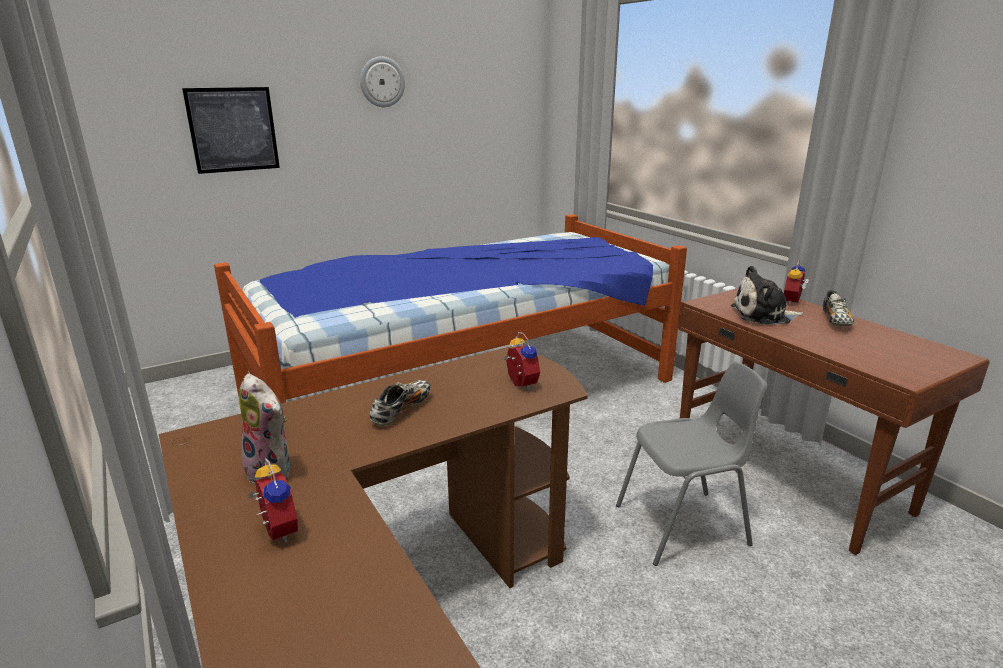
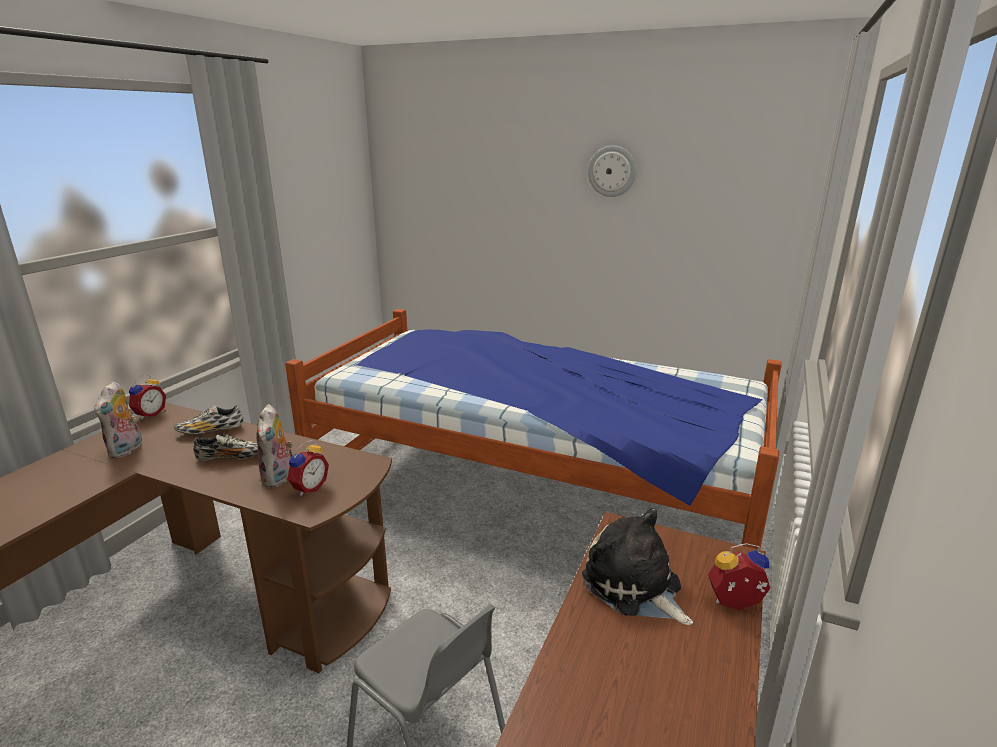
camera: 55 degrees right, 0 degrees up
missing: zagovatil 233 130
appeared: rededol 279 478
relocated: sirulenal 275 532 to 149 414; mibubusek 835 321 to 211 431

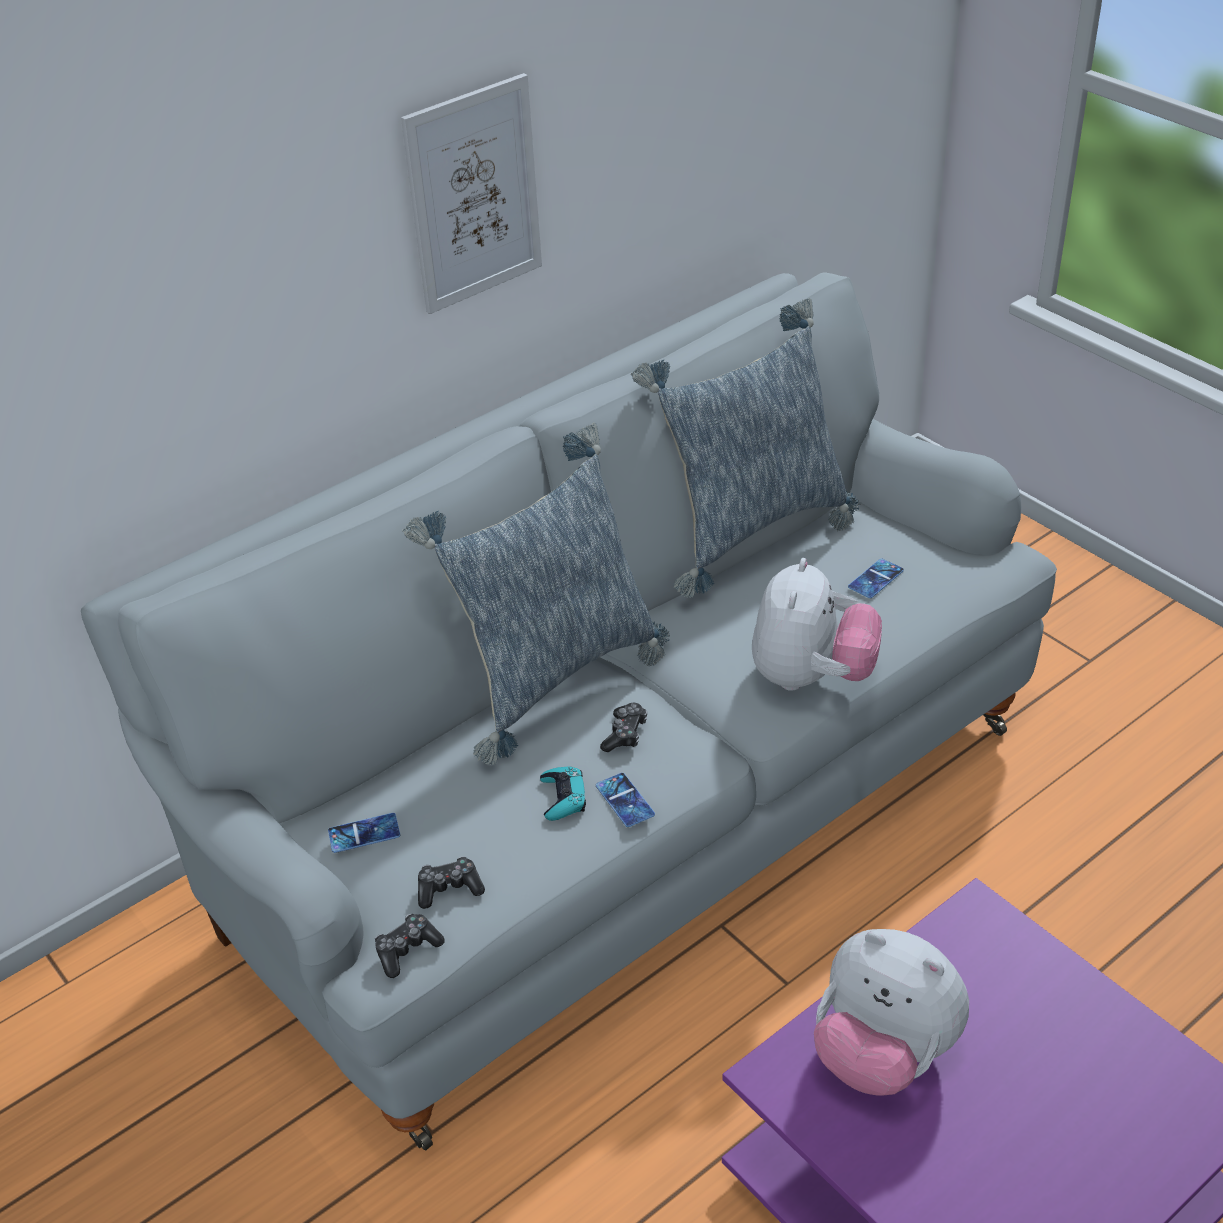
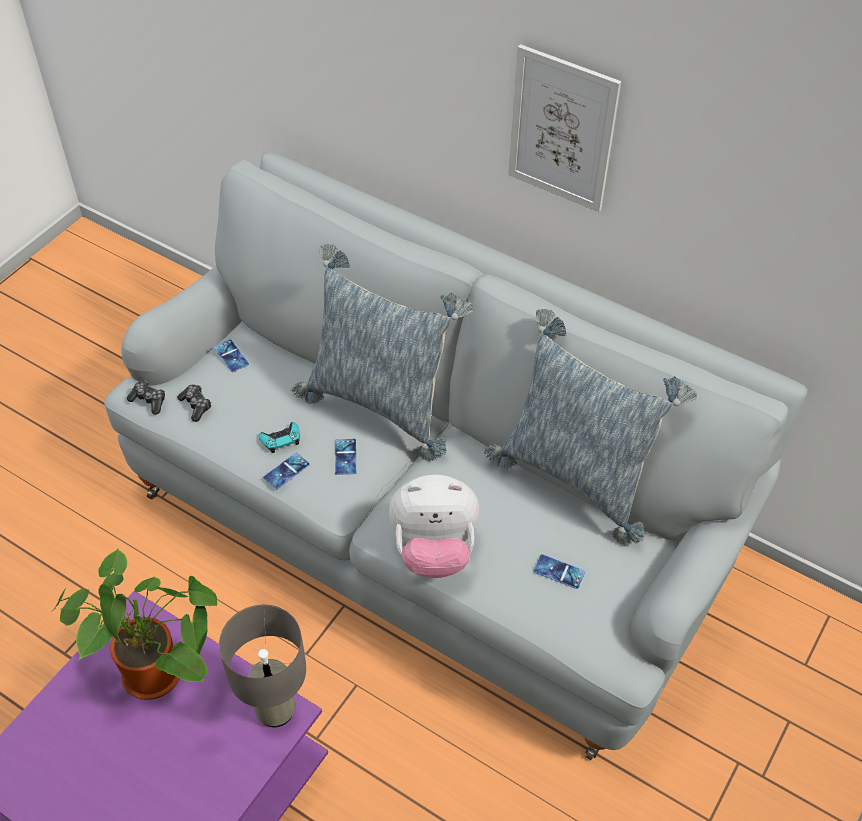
camera: 70 degrees right, 10 degrees up
appeared: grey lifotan 275 709
exchanged: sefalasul 625 734 to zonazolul 345 457; rededol 883 1054 to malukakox 160 673

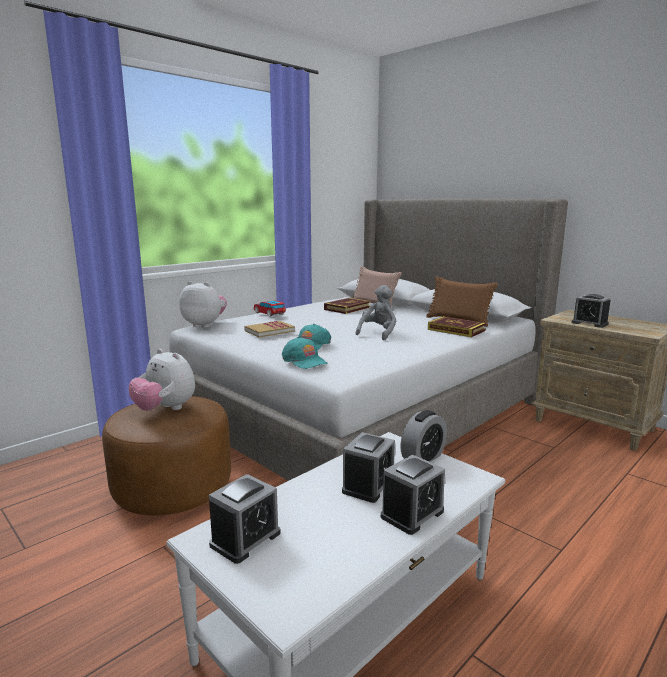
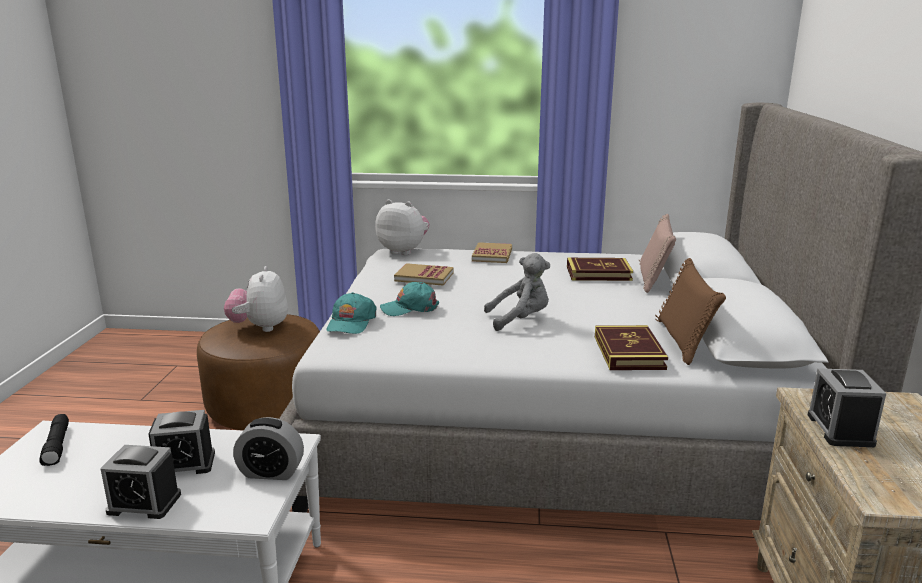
camera: 50 degrees right, 5 degrees up
exchanged: sirulenal 245 539 to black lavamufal 58 446; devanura 269 314 to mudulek 492 255
spun: rededol 205 325 = 404 251 45 degrees counterclockwise

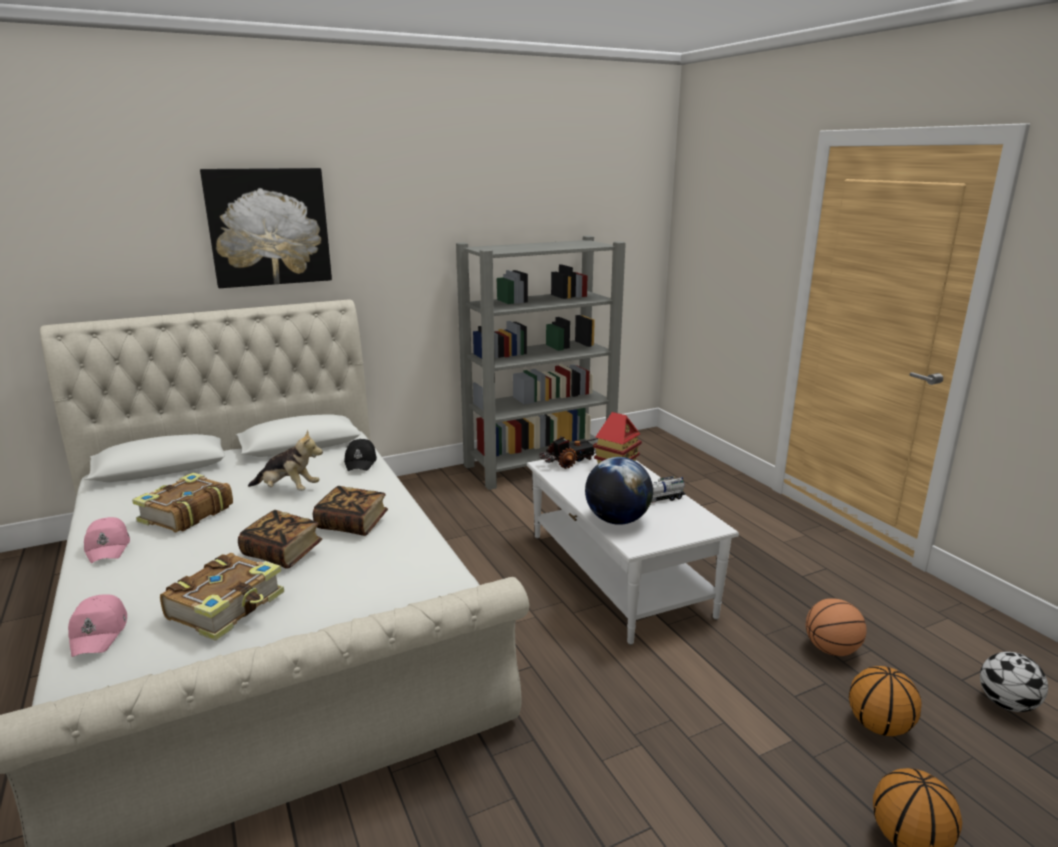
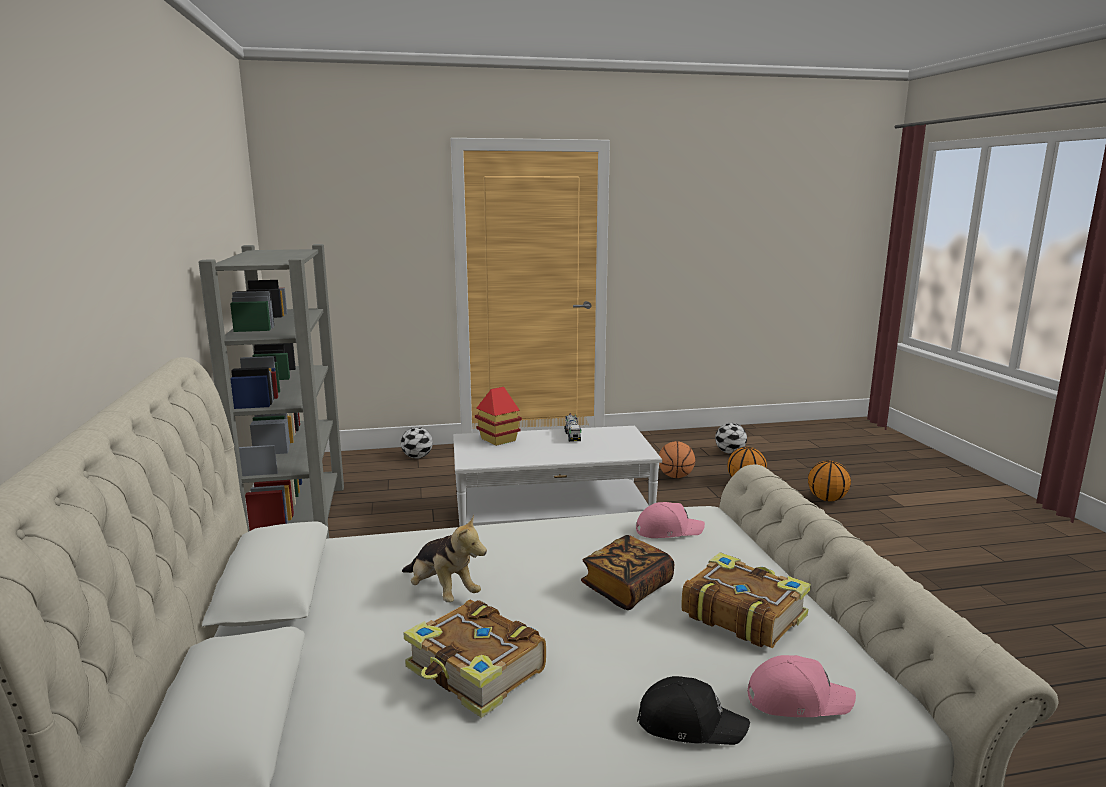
camera: 75 degrees left, 5 degrees down
missing: zagovatil 268 227; mudulek 352 524; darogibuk 569 462; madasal 617 520
appeared: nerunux 417 457
relocated: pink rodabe 109 547 to 668 530; black rodabe 361 462 to 689 723
spun: rededol 288 490 = 442 592 105 degrees clockwise

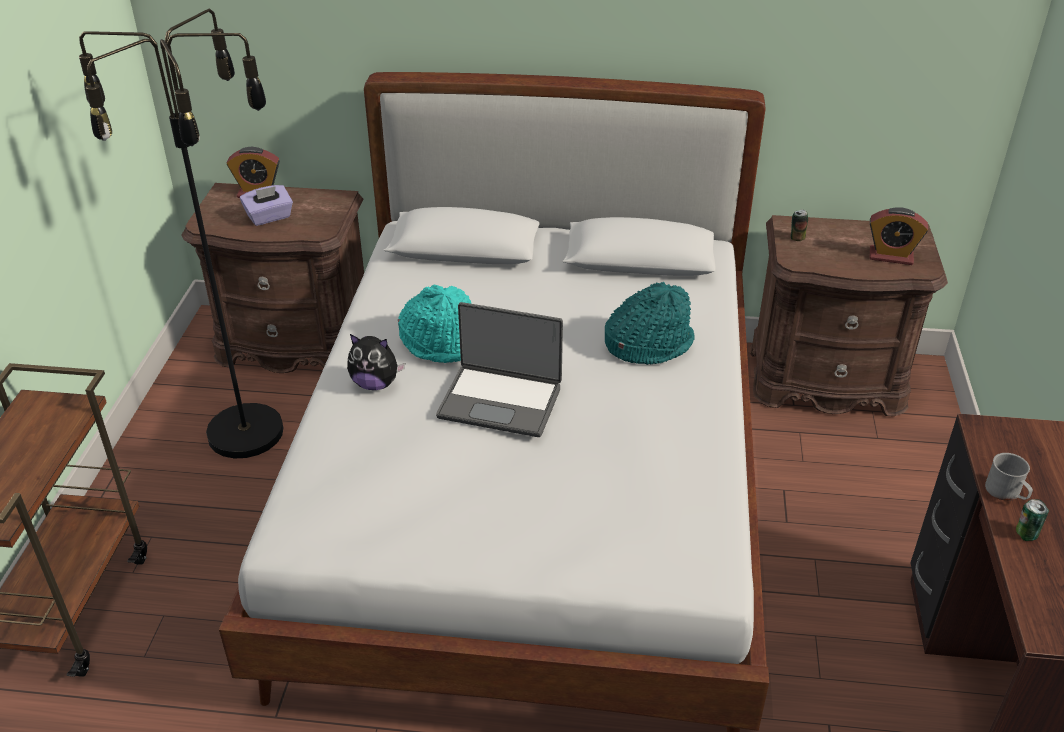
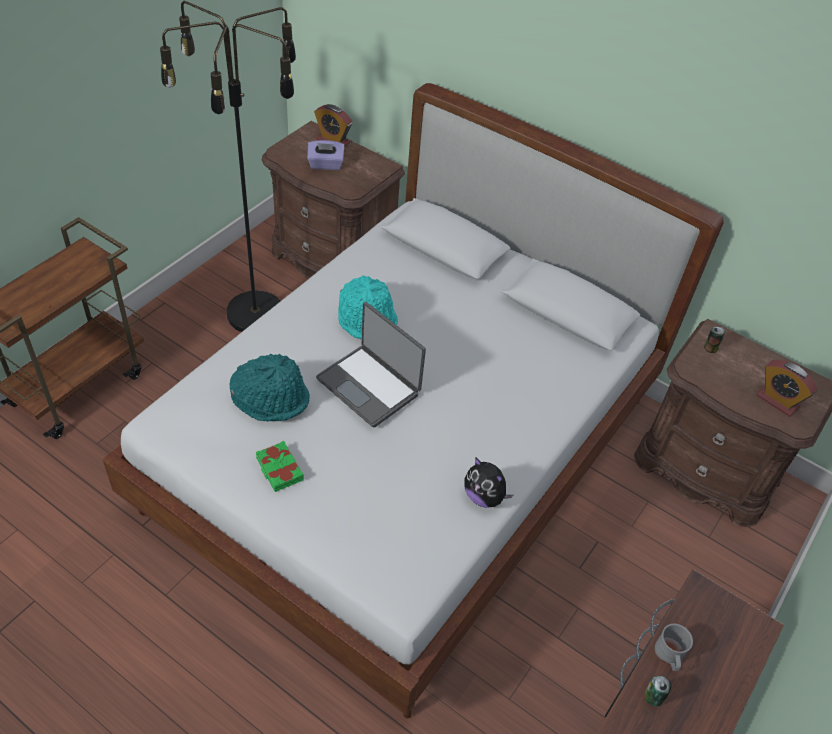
camera: 25 degrees right, 10 degrees up
appeared: green mudulek 279 469
relocated: rededol 375 384 to 484 497; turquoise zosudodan 648 343 to 271 398

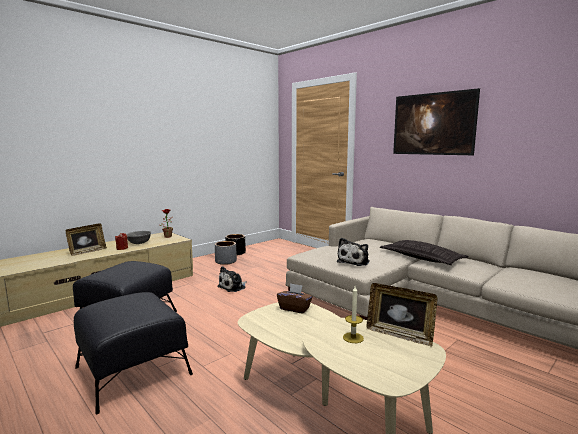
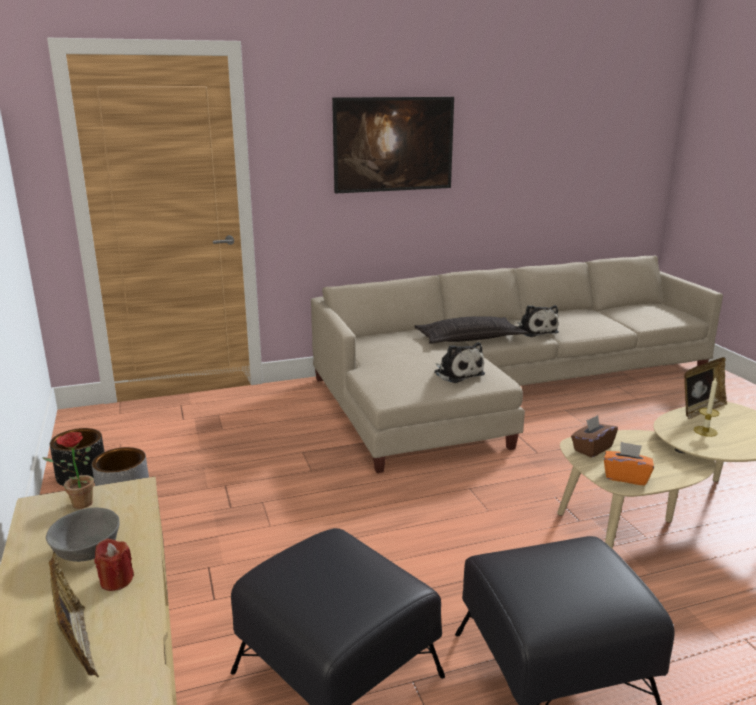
camera: 65 degrees left, 10 degrees up
appeared: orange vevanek 626 477
relocated: rededol 233 287 to 535 330

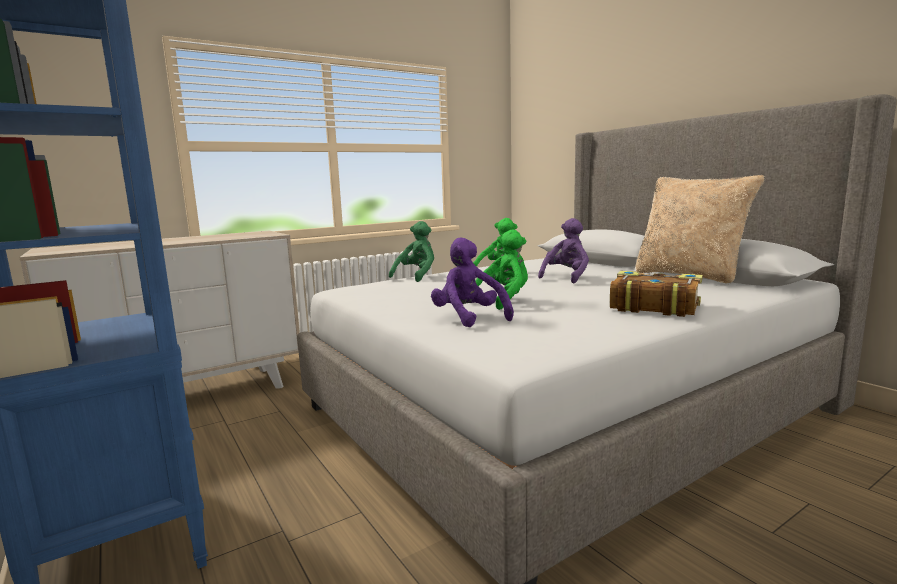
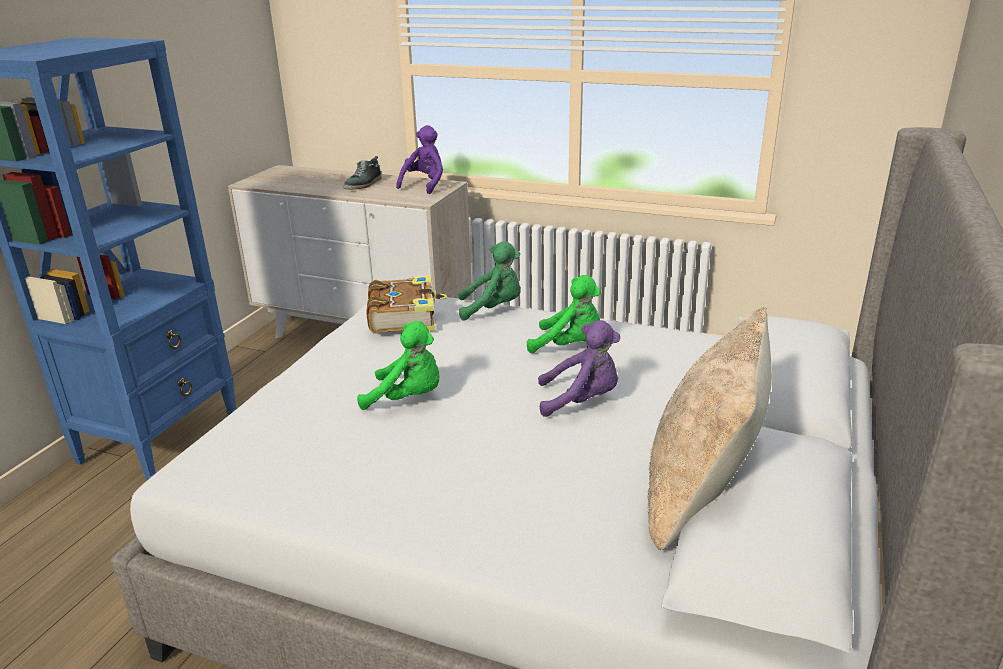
camera: 55 degrees right, 15 degrees up
appeared: mibubusek 364 184
relocated: purple rededol 469 318 to 425 185; mudulek 653 306 to 404 317

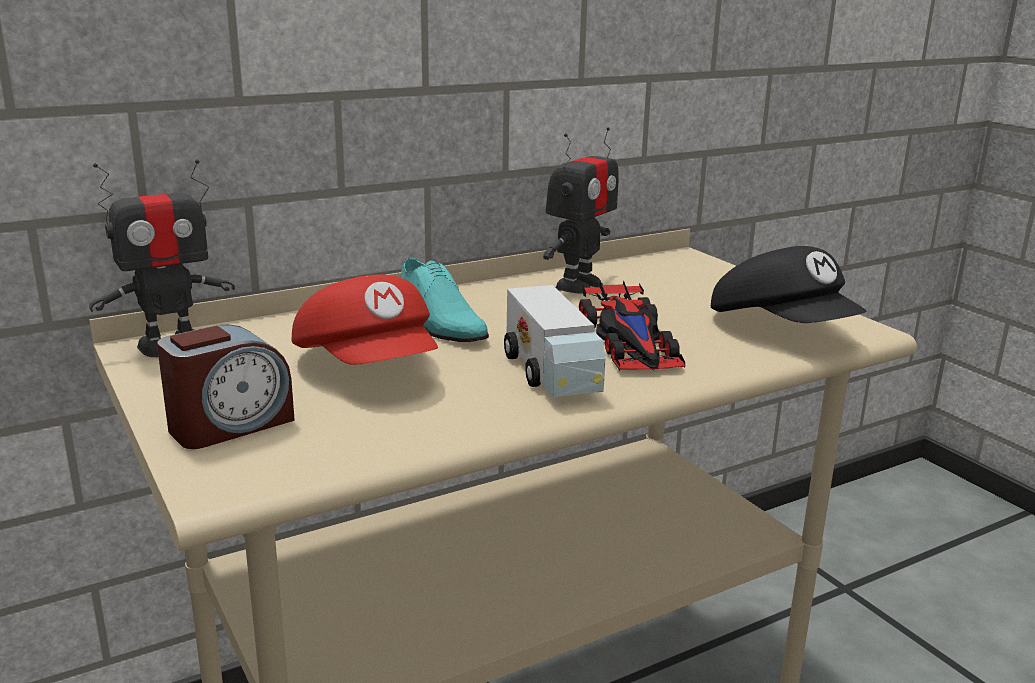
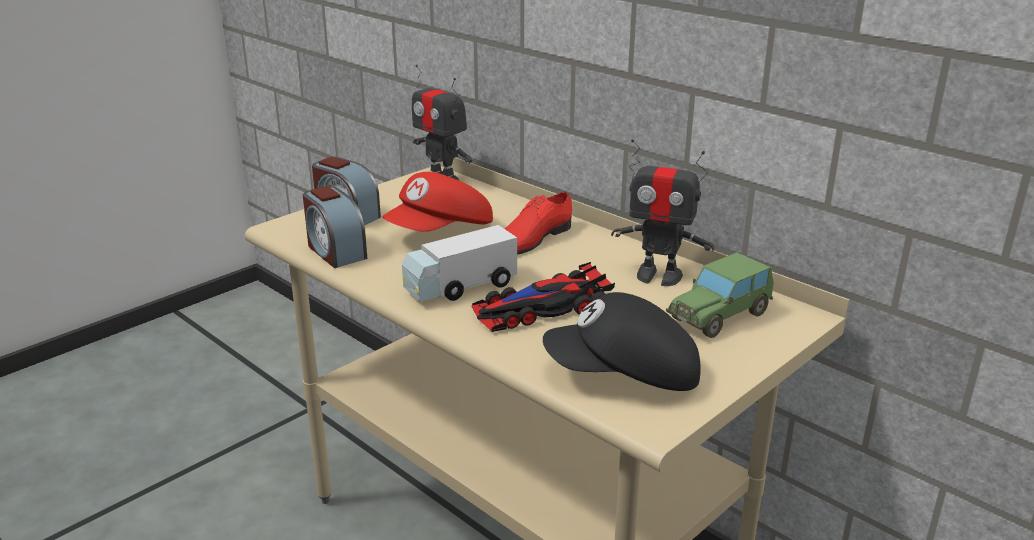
camera: 75 degrees right, 5 degrees up
appeared: sirulenal 335 251; devanura 720 316
colour: turquoise mibubusek 438 322 to red mibubusek 530 239
spun: black rodabe 783 328 = 624 376 45 degrees clockwise

